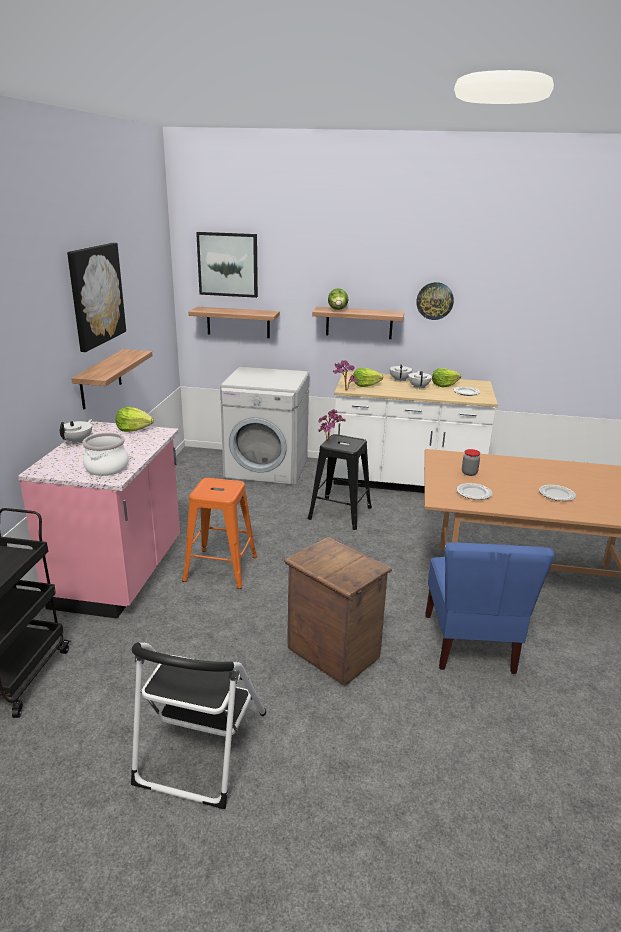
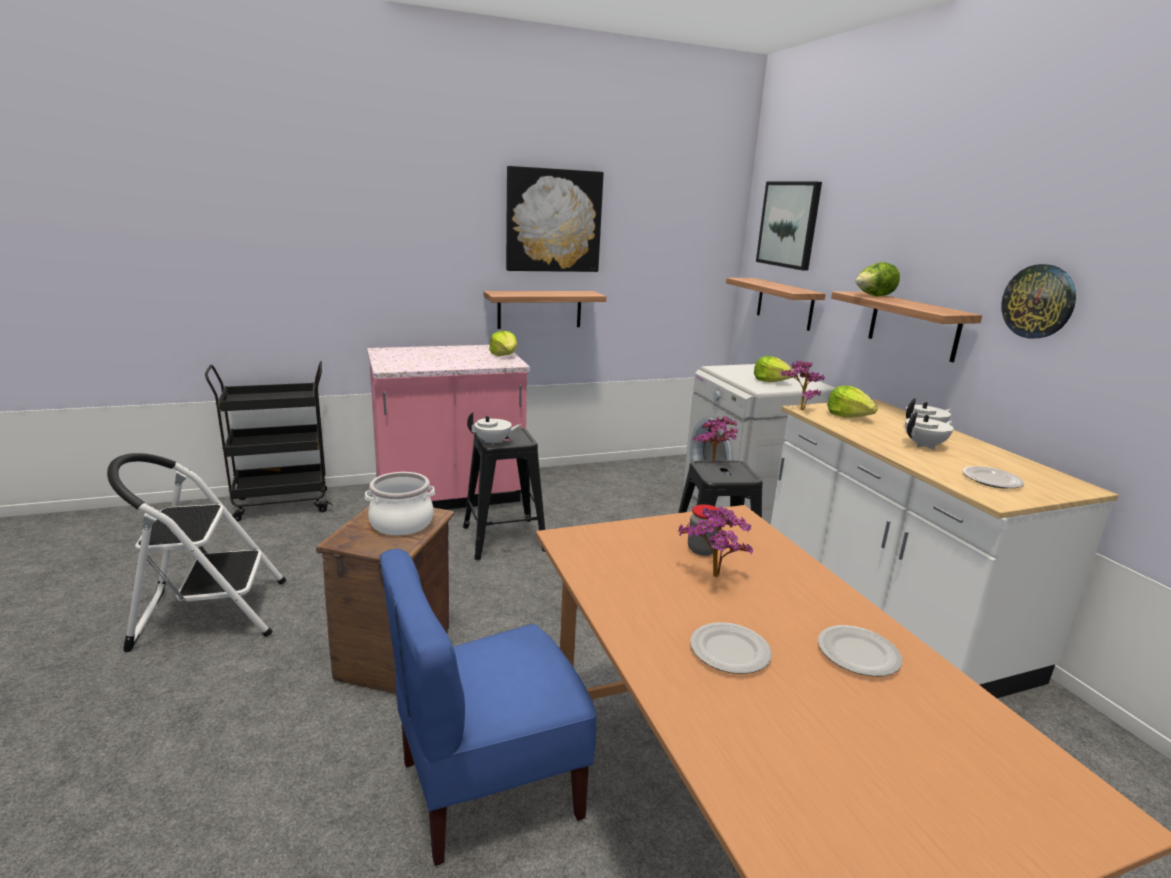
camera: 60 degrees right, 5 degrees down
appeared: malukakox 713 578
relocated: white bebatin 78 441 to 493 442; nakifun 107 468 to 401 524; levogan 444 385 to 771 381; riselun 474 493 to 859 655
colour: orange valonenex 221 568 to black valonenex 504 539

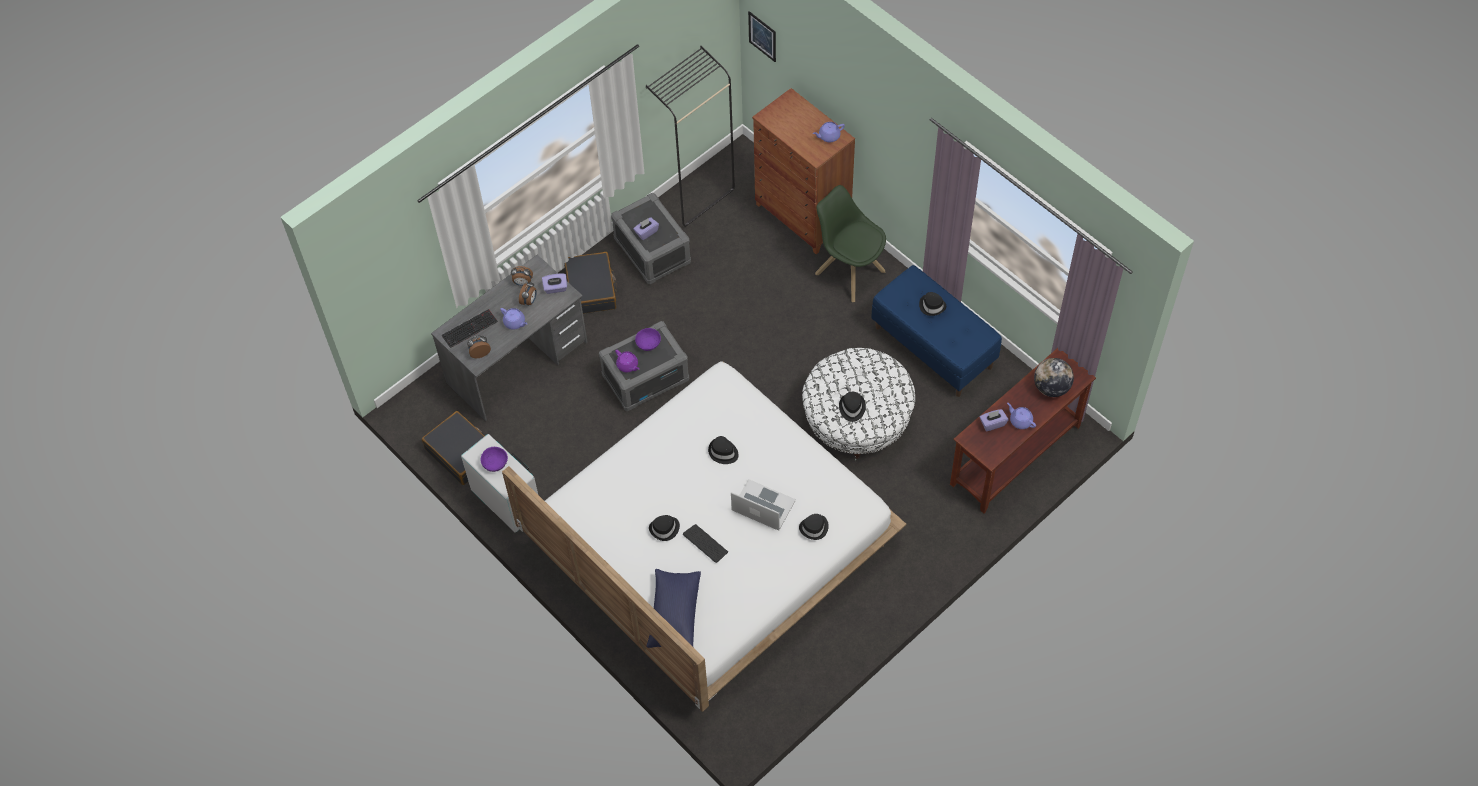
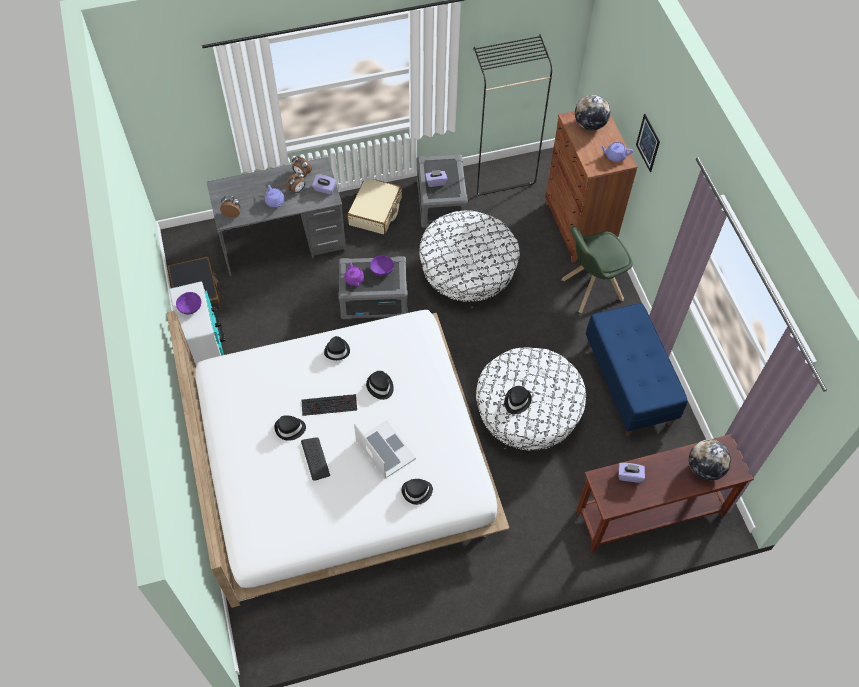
camera: 25 degrees right, 0 degrees up
missing: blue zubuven 674 614; purple bebatin 1020 421
appeared: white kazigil 467 274; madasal 589 125
relocated: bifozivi 469 327 to 330 404; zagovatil 762 36 to 648 143; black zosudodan 932 306 to 337 350
colour: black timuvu 591 289 to beige timuvu 375 212
spun: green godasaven 849 272 = 591 289 90 degrees counterclockwise

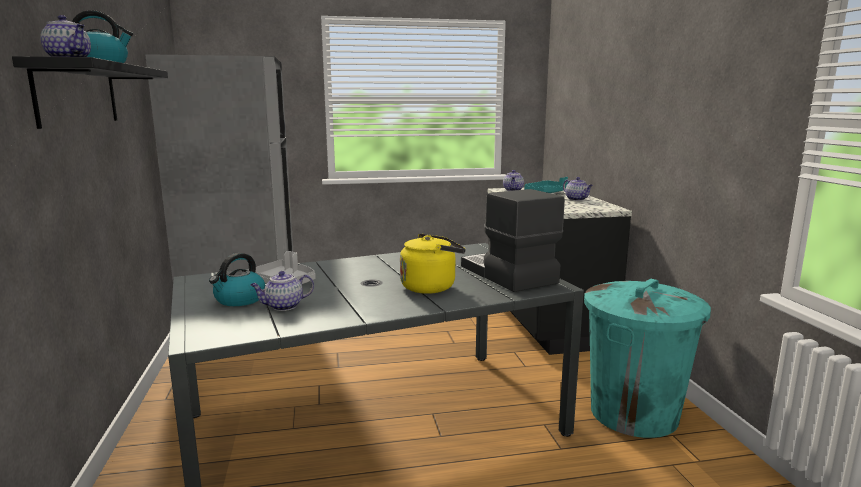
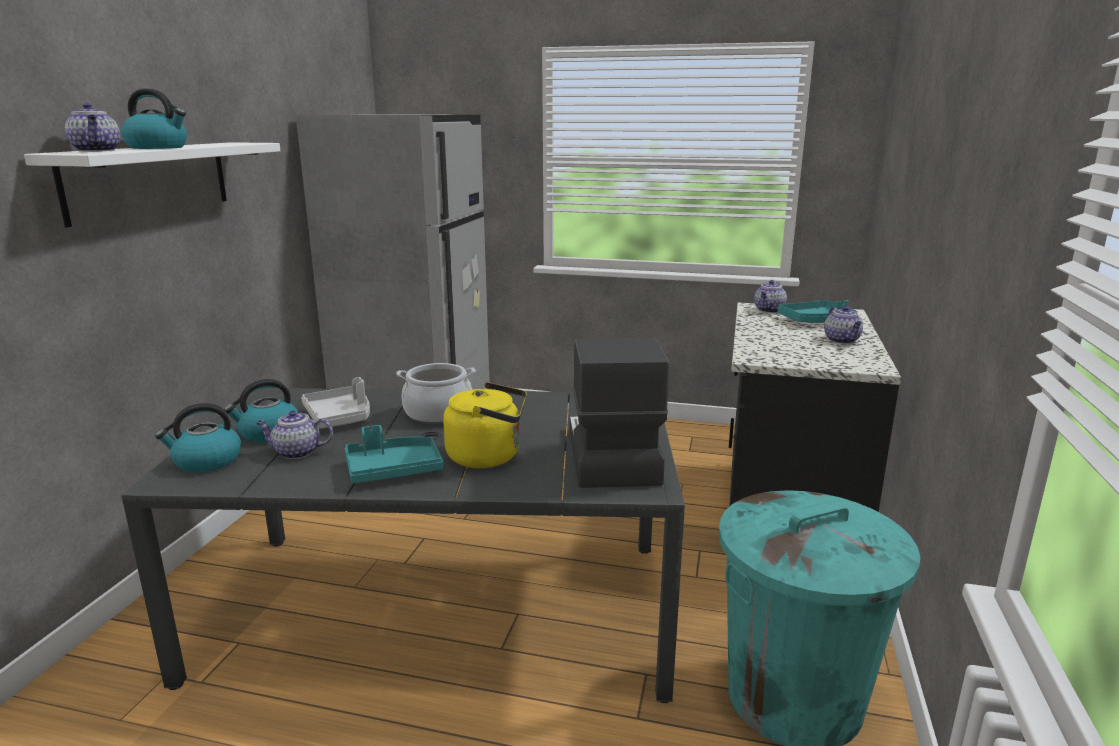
camera: 25 degrees right, 5 degrees up
appeared: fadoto 206 461; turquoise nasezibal 393 470; nakifun 438 413
colour: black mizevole 78 94 to white mizevole 149 180

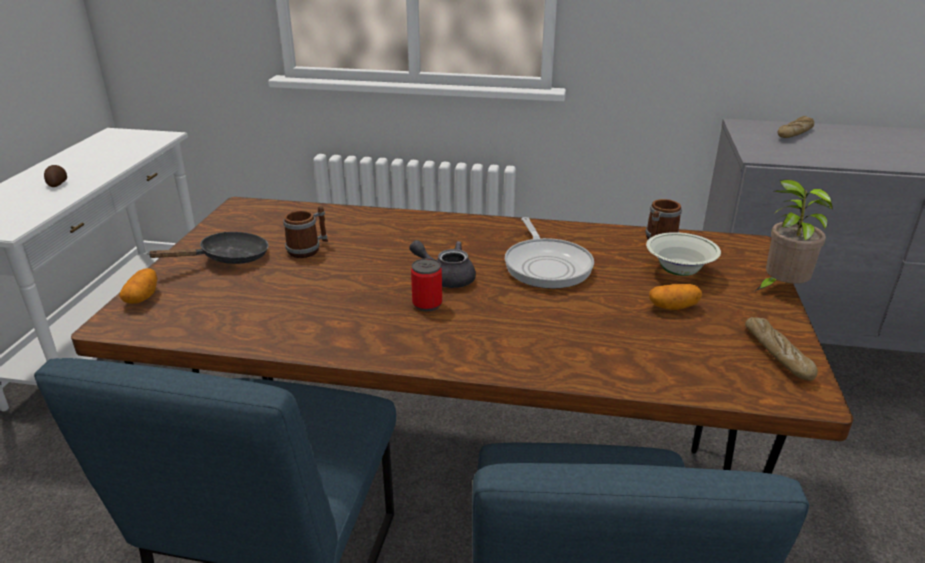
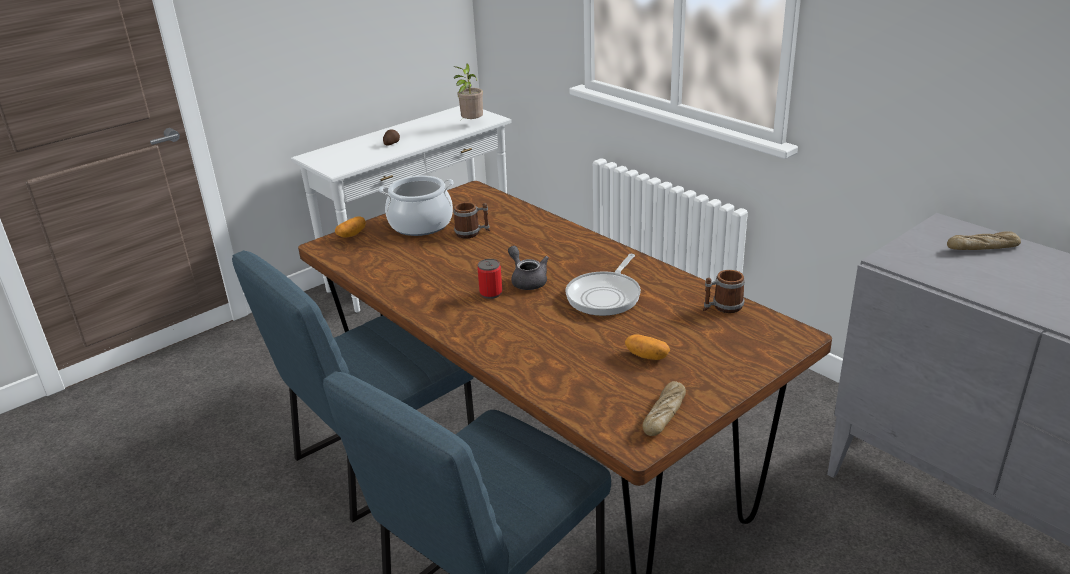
camera: 40 degrees right, 0 degrees up
missing: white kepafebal 679 272
relocated: malukakox 780 289 to 471 124
exchanged: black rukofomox 228 258 to nakifun 421 224

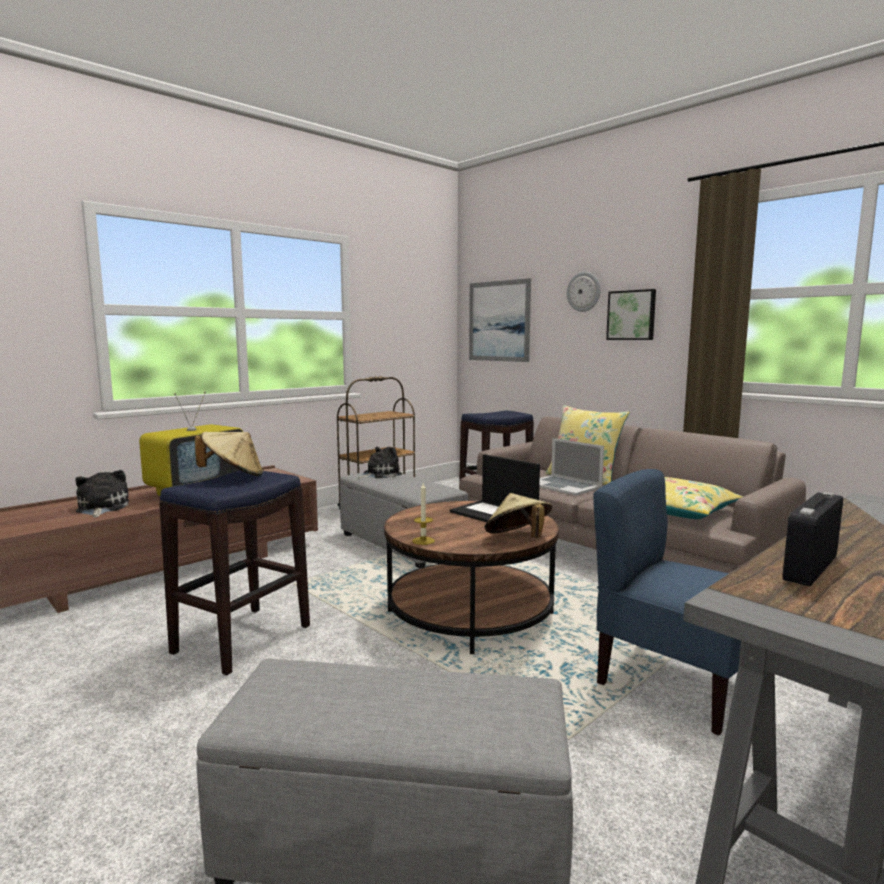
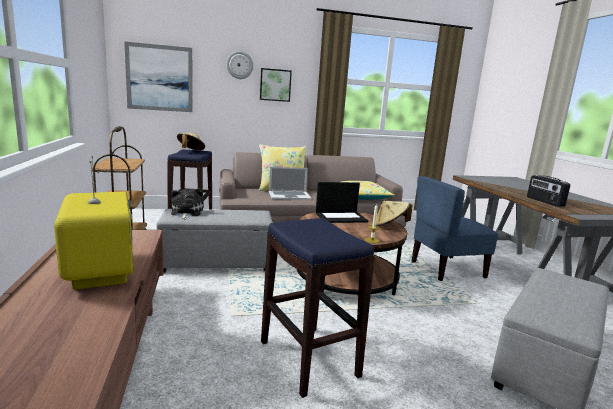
camera: 60 degrees left, 5 degrees up
missing: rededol 101 508
relocated: beige zosudodan 233 476 to 190 151

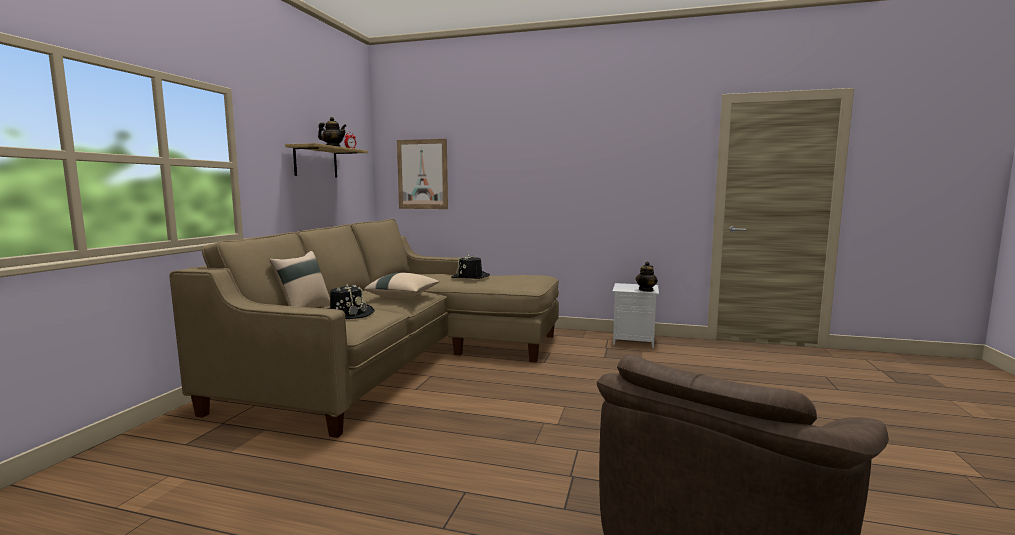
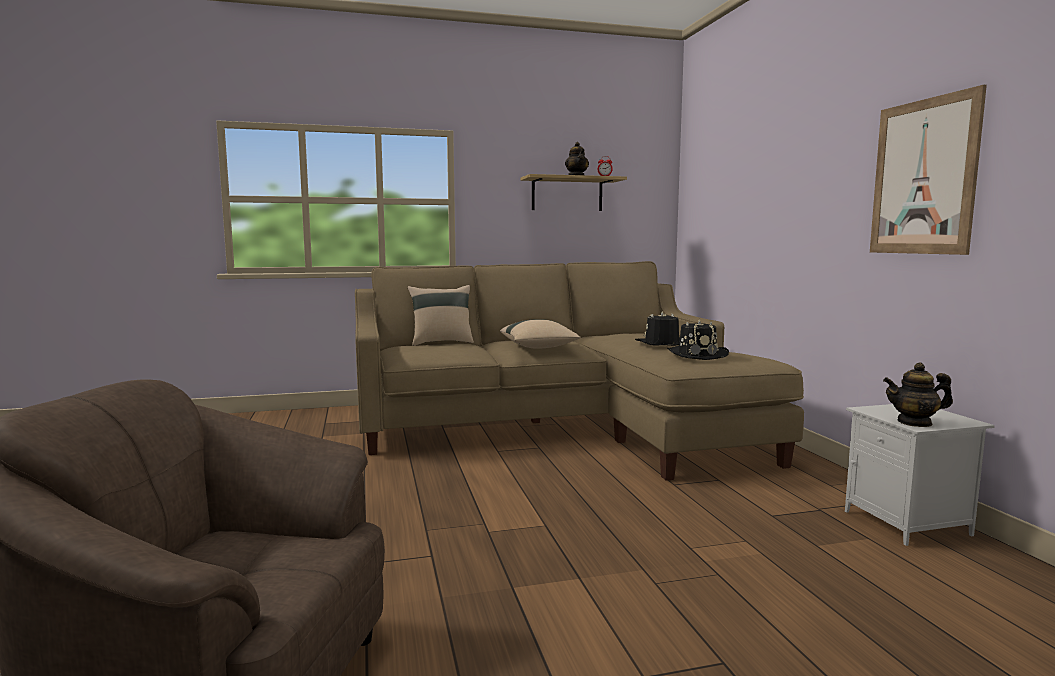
camera: 60 degrees right, 0 degrees up
relocated: black zosudodan 346 314 to 697 354; zagovatil 422 174 to 923 177

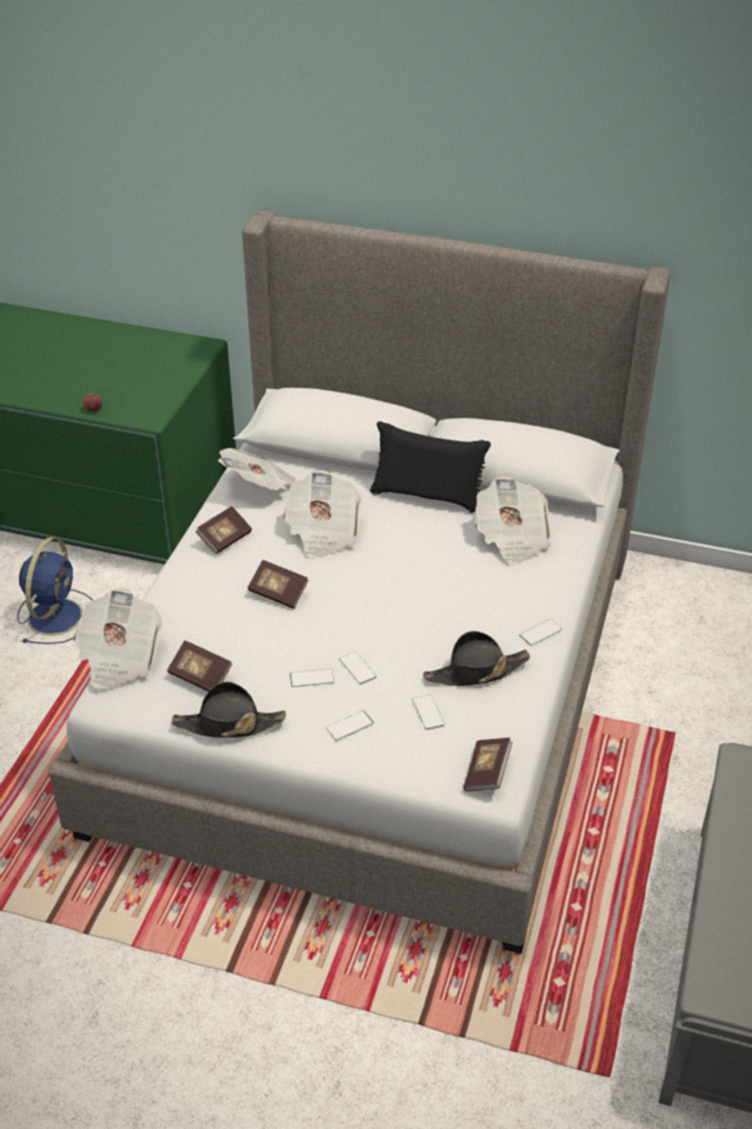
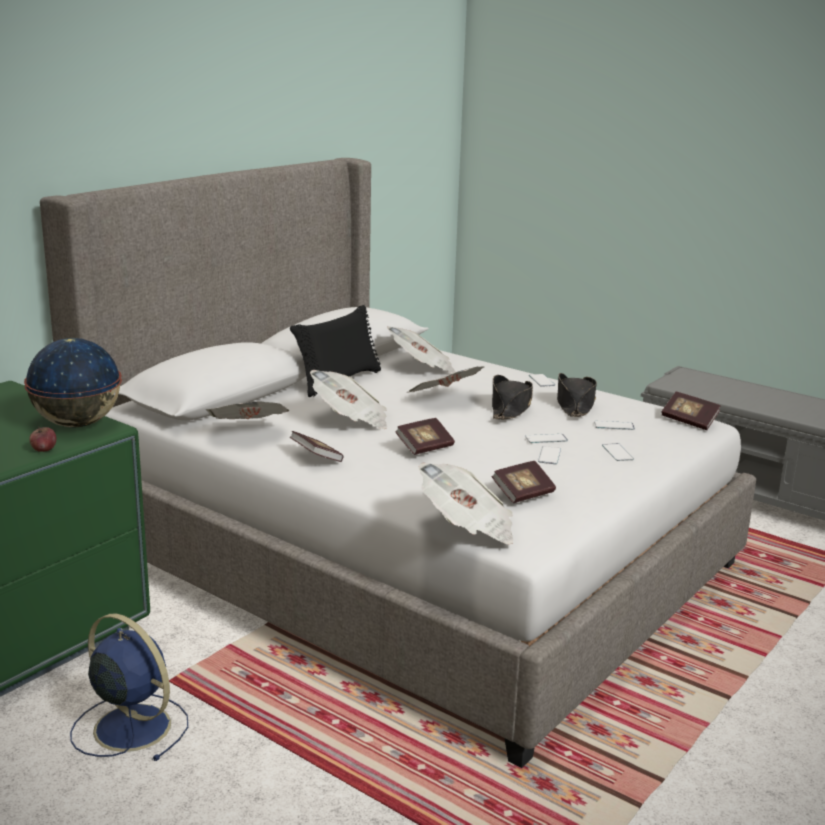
camera: 70 degrees left, 20 degrees down
appeared: madasal 77 424; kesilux 443 399
relocated: black zosudodan 228 724 to 510 408

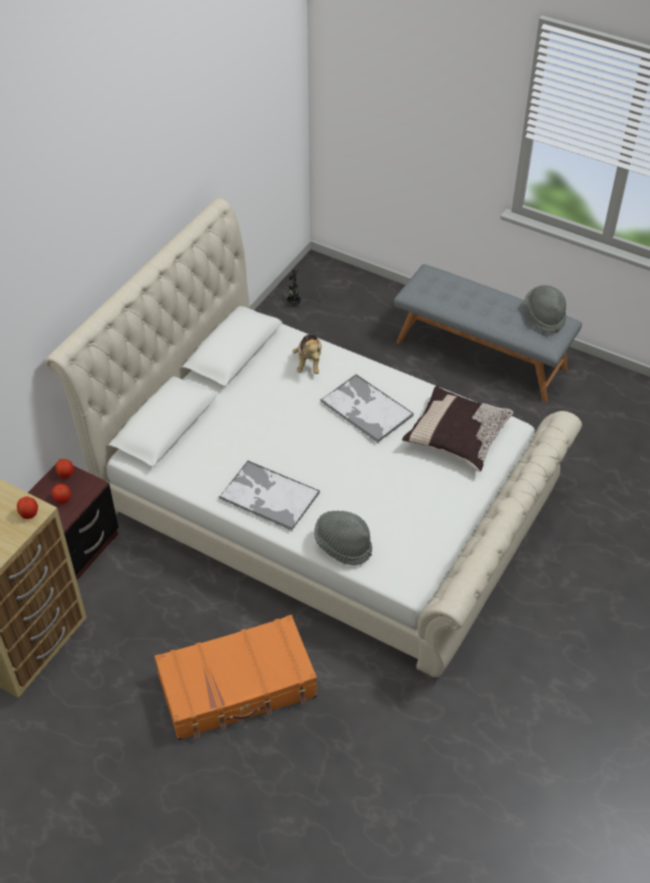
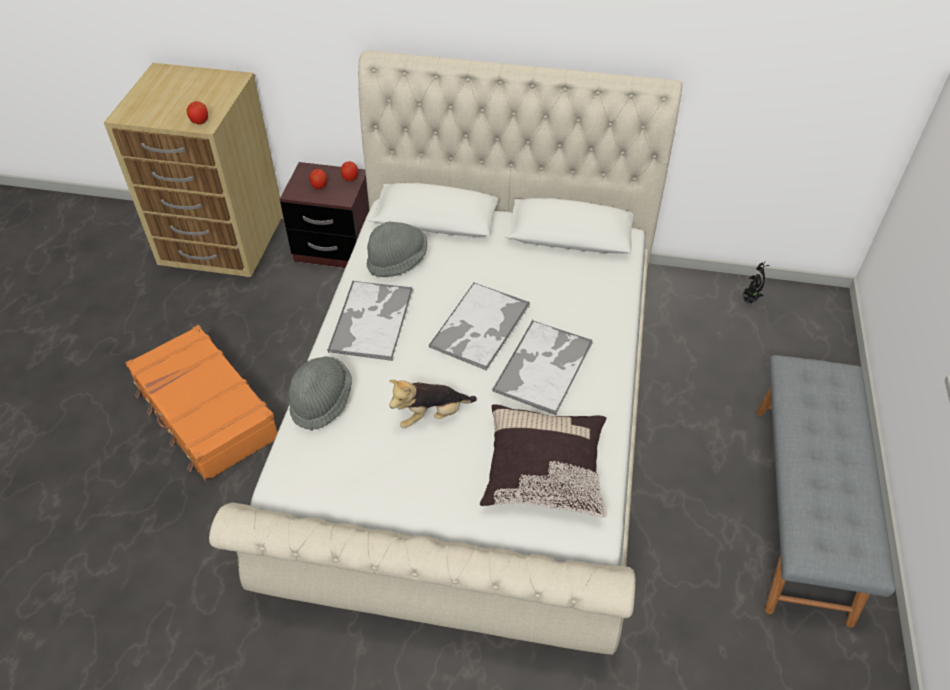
camera: 70 degrees right, 0 degrees up
appeared: nasezibal 479 327
relocated: rededol 309 362 to 431 415; grey zosudodan 544 316 to 397 261

